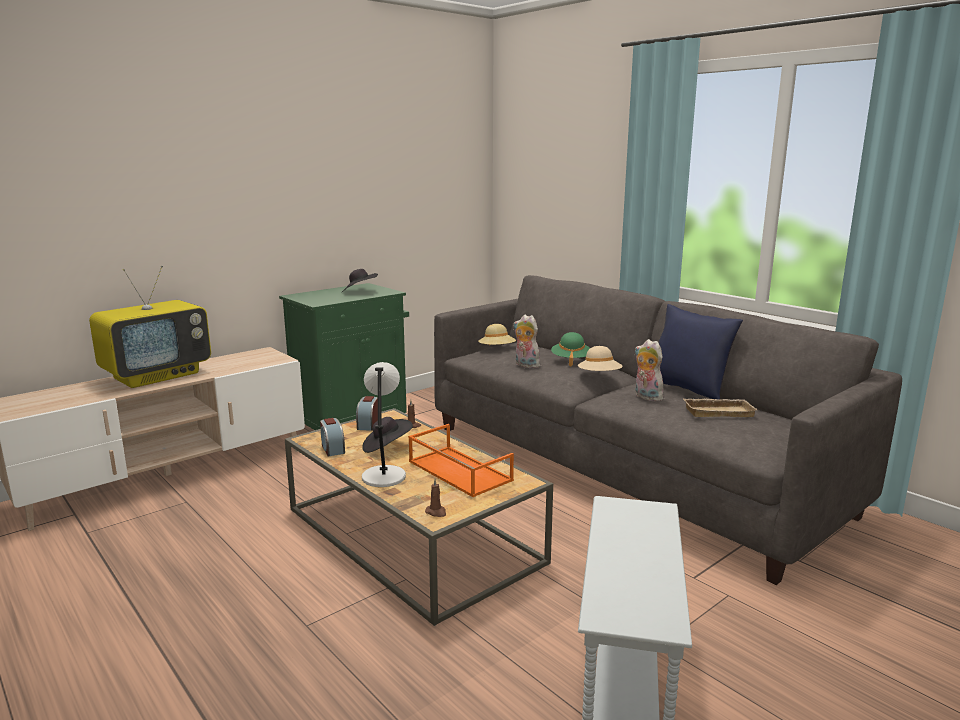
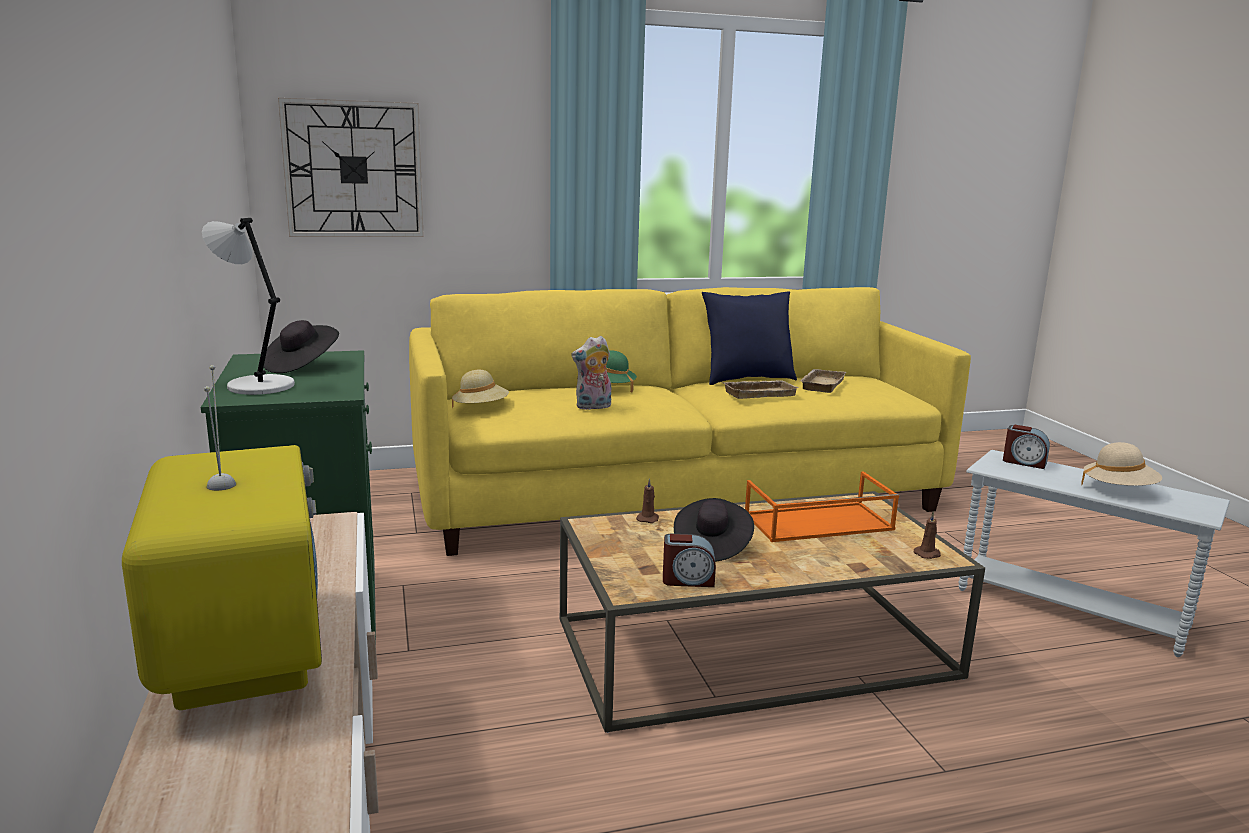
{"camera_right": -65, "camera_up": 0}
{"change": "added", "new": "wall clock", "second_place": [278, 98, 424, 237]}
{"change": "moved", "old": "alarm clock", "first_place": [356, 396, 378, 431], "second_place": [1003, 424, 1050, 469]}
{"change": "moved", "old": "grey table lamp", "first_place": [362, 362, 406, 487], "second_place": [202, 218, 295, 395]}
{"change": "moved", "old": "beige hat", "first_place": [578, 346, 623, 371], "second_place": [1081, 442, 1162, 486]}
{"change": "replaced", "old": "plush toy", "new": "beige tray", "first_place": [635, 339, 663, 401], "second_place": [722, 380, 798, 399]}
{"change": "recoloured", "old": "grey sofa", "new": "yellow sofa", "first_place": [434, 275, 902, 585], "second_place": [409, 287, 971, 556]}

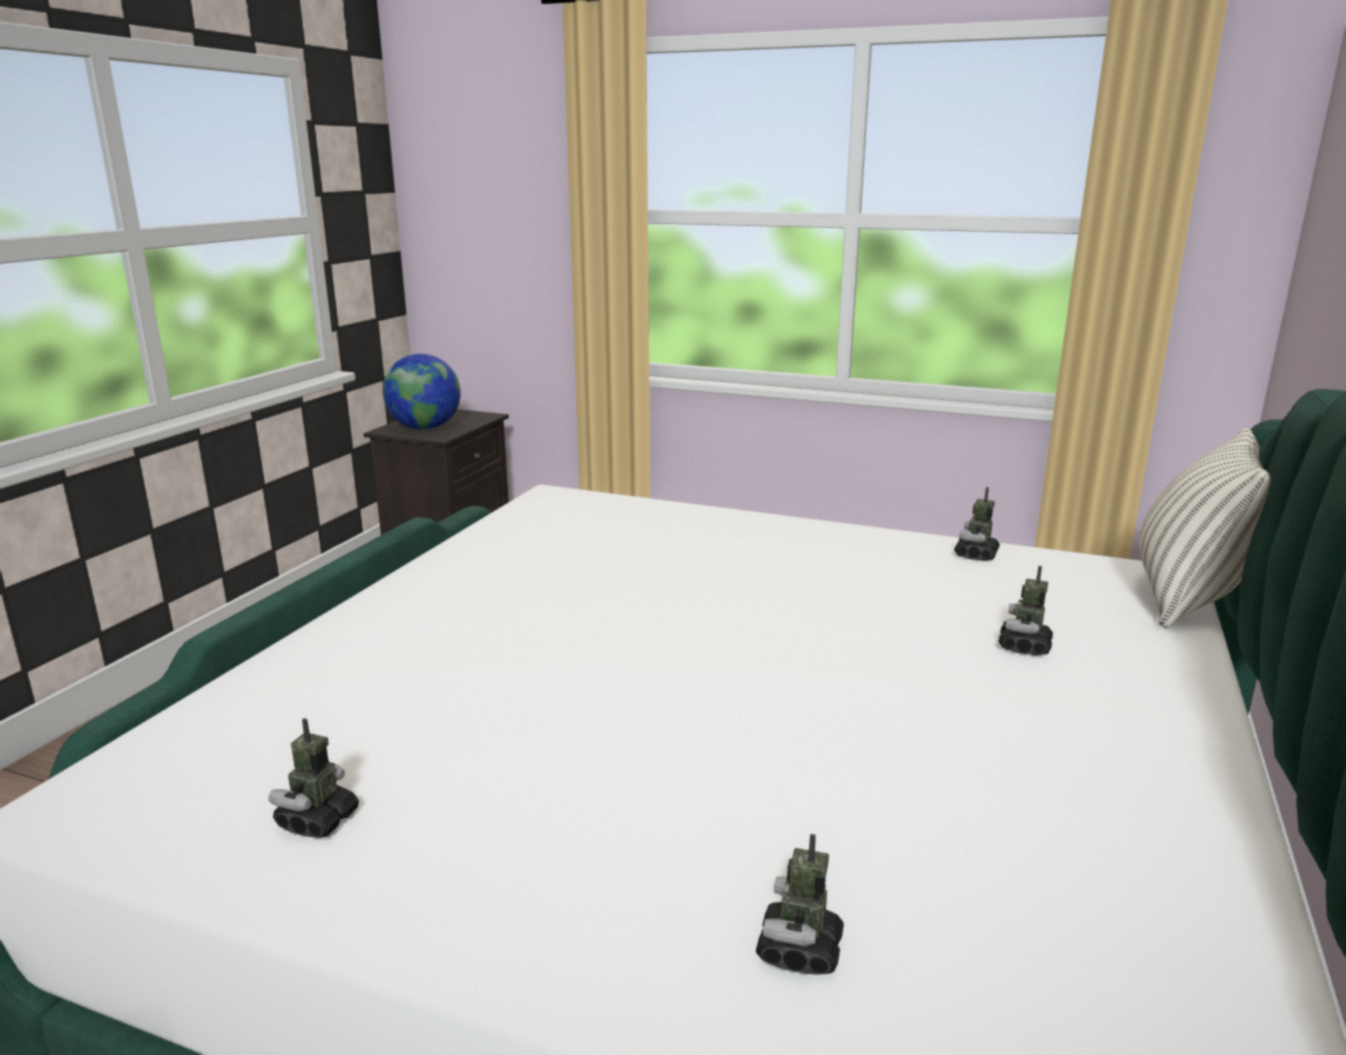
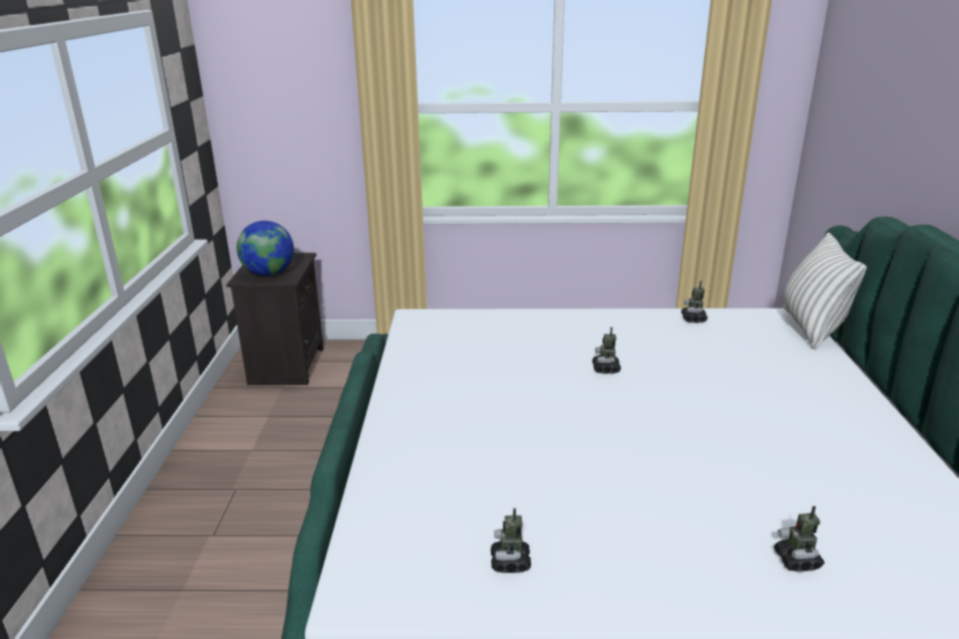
{"camera_right": -20, "camera_up": 5}
{"change": "moved", "old": "toy robot", "first_place": [998, 566, 1053, 655], "second_place": [592, 327, 621, 374]}

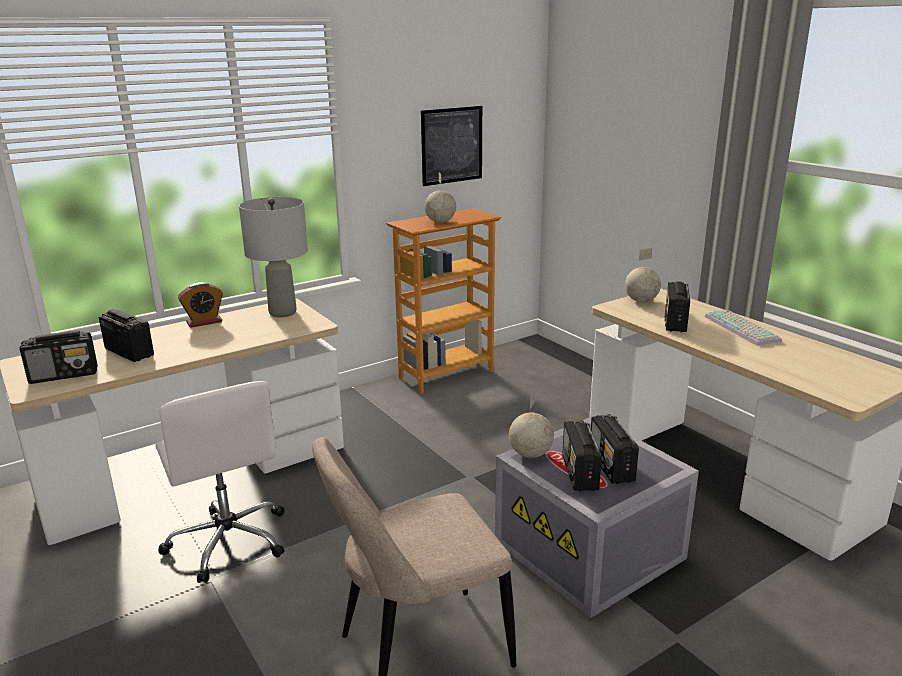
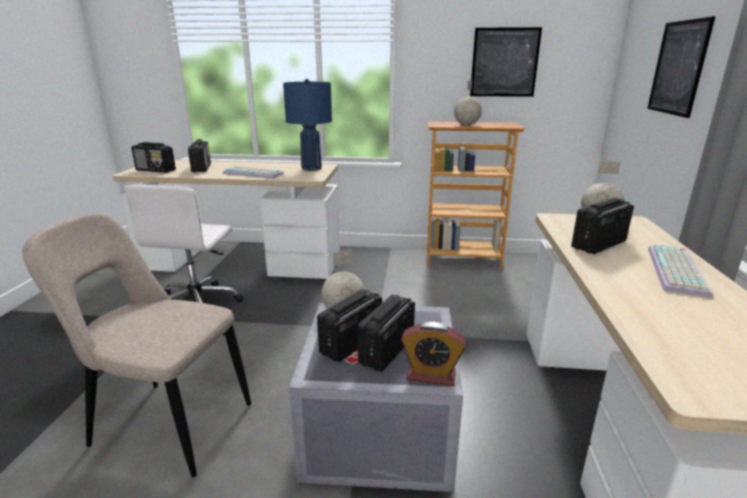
{"camera_right": 40, "camera_up": 0}
{"change": "added", "new": "keyboard", "second_place": [223, 166, 284, 179]}
{"change": "added", "new": "picture", "second_place": [647, 16, 715, 118]}
{"change": "moved", "old": "alarm clock", "first_place": [178, 282, 223, 328], "second_place": [401, 322, 466, 386]}
{"change": "recoloured", "old": "grey table lamp", "new": "blue table lamp", "first_place": [239, 197, 308, 317], "second_place": [283, 79, 332, 171]}

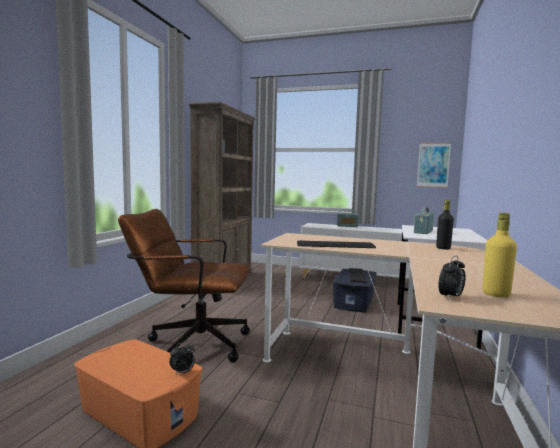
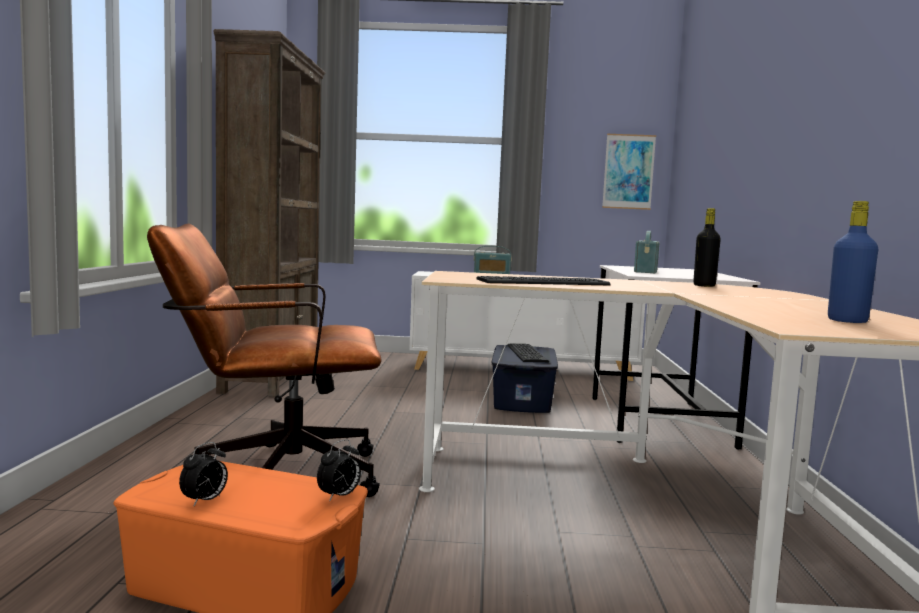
{"camera_right": -15, "camera_up": 0}
{"change": "moved", "old": "alarm clock", "first_place": [438, 256, 465, 300], "second_place": [179, 442, 228, 507]}
{"change": "recoloured", "old": "yellow bottle", "new": "blue bottle", "first_place": [482, 213, 517, 298], "second_place": [828, 201, 878, 323]}

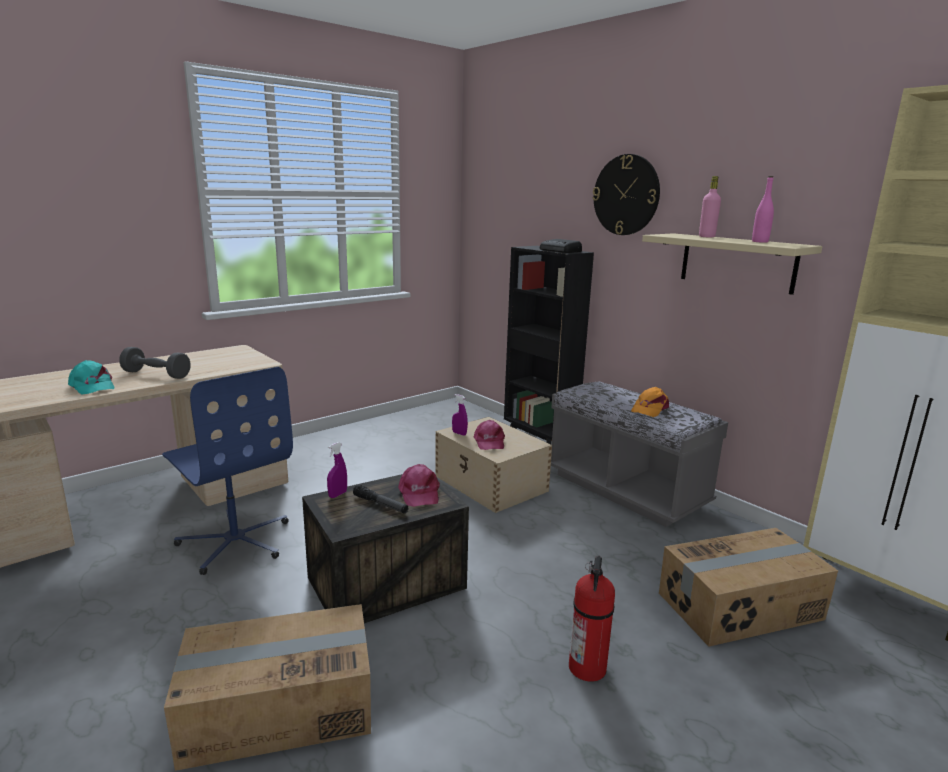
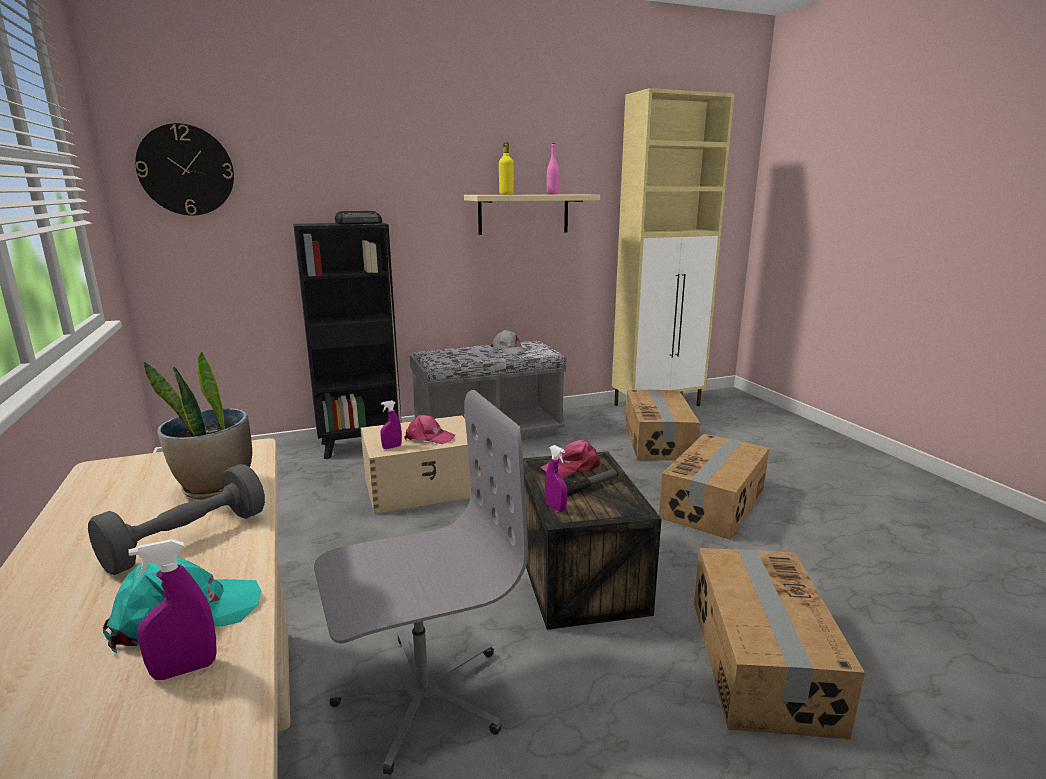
{"camera_right": -70, "camera_up": 0}
{"change": "added", "new": "purple spray bottle", "second_place": [128, 539, 216, 680]}
{"change": "added", "new": "potted plant", "second_place": [143, 351, 252, 500]}
{"change": "moved", "old": "wall clock", "first_place": [592, 154, 660, 235], "second_place": [135, 123, 234, 215]}
{"change": "replaced", "old": "fire extinguisher", "new": "cardboard box", "first_place": [569, 556, 615, 682], "second_place": [659, 434, 769, 540]}
{"change": "recoloured", "old": "blue office chair", "new": "grey office chair", "first_place": [162, 367, 293, 575], "second_place": [314, 390, 528, 775]}
{"change": "recoloured", "old": "orange cap", "new": "grey cap", "first_place": [631, 387, 669, 417], "second_place": [491, 330, 526, 355]}
{"change": "recoloured", "old": "pink bottle", "new": "yellow bottle", "first_place": [699, 176, 721, 237], "second_place": [499, 142, 514, 195]}
{"change": "turned", "old": "pink cap", "first_place": [398, 464, 440, 507], "second_place": [541, 440, 600, 478], "degrees": 150}

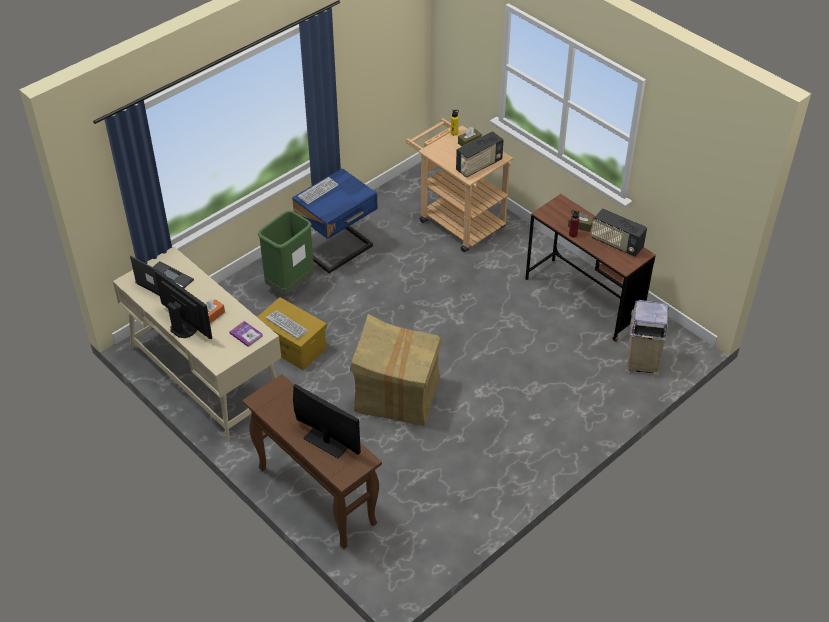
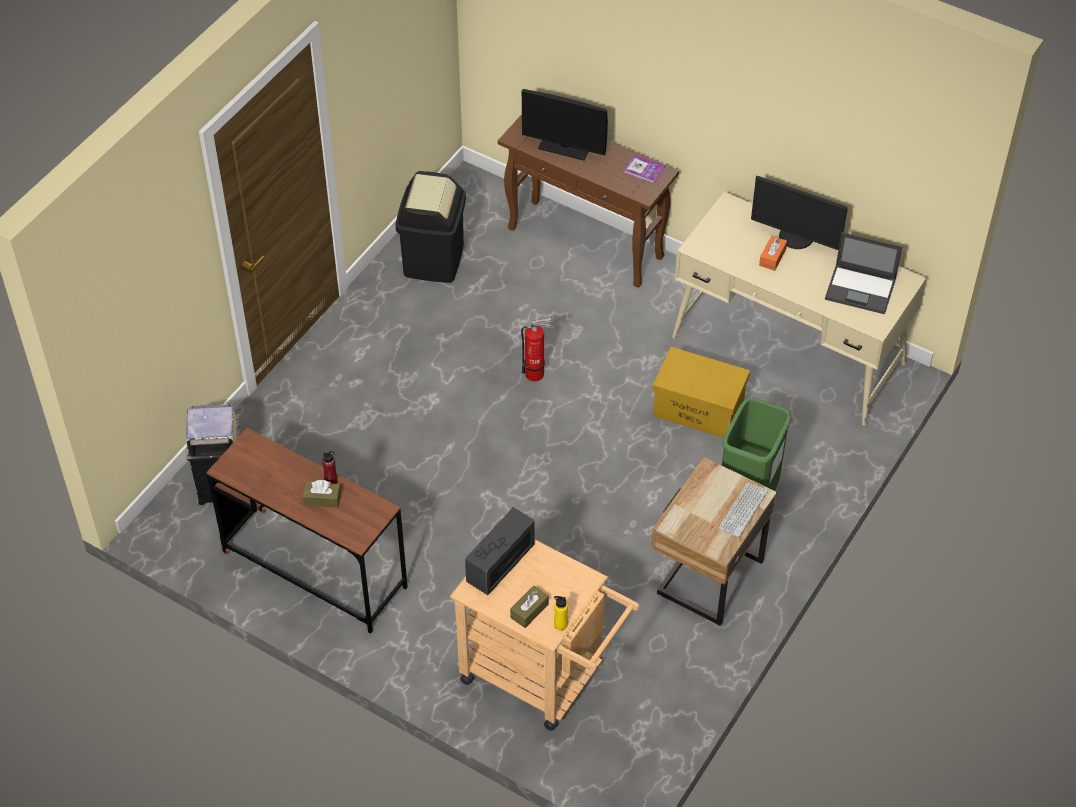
{"camera_right": 165, "camera_up": 5}
{"change": "removed", "old": "keyboard", "first_place": [266, 310, 308, 339]}
{"change": "removed", "old": "radio", "first_place": [591, 208, 647, 257]}
{"change": "added", "new": "black trash can", "second_place": [395, 171, 466, 283]}
{"change": "moved", "old": "book", "first_place": [229, 321, 263, 347], "second_place": [624, 155, 665, 183]}
{"change": "replaced", "old": "cardboard box", "new": "fire extinguisher", "first_place": [350, 314, 442, 426], "second_place": [521, 318, 553, 381]}
{"change": "recoloured", "old": "blue nightstand", "new": "beige nightstand", "first_place": [292, 168, 377, 274], "second_place": [651, 457, 777, 626]}

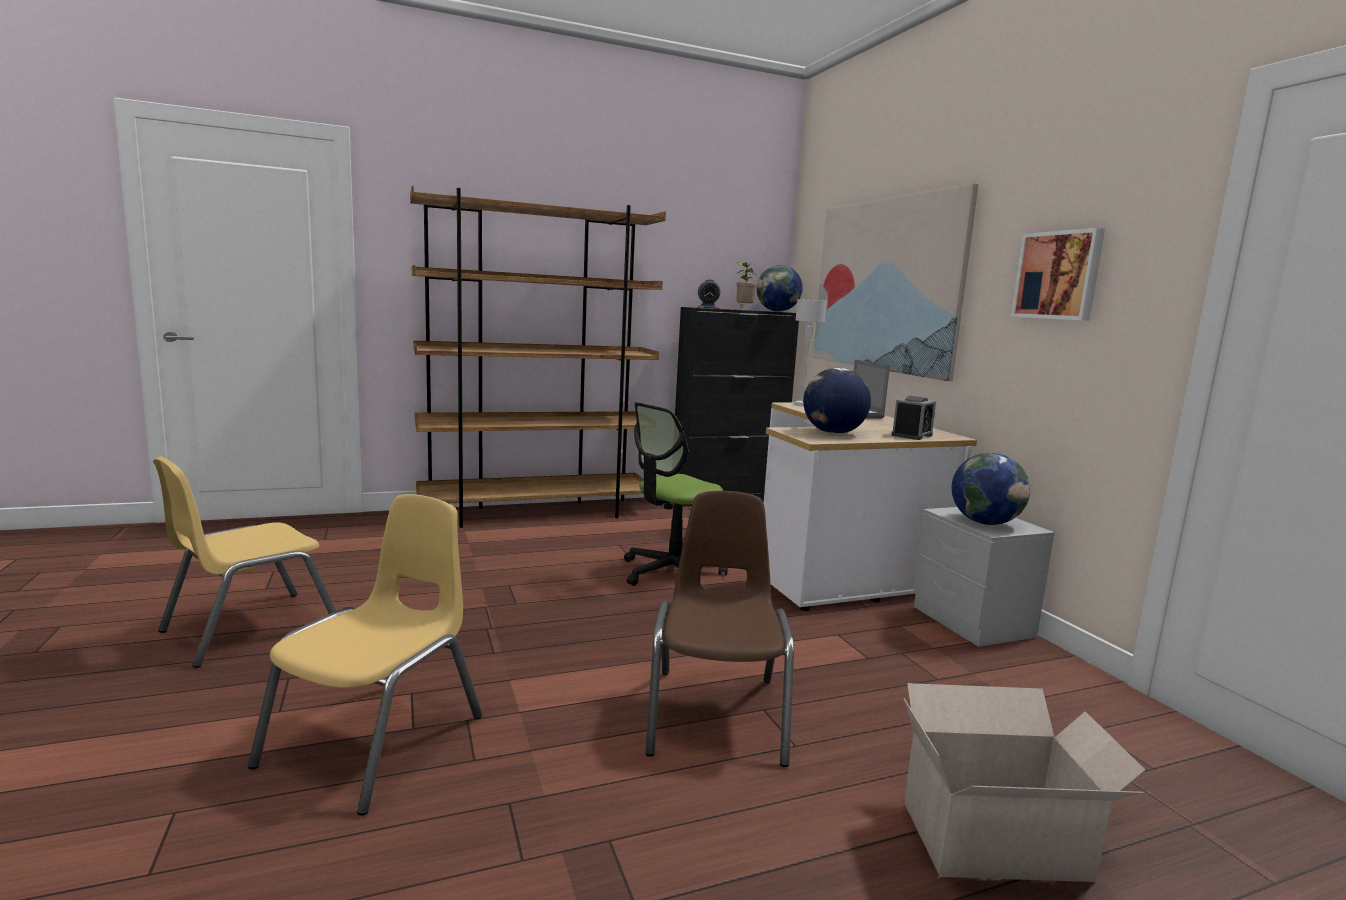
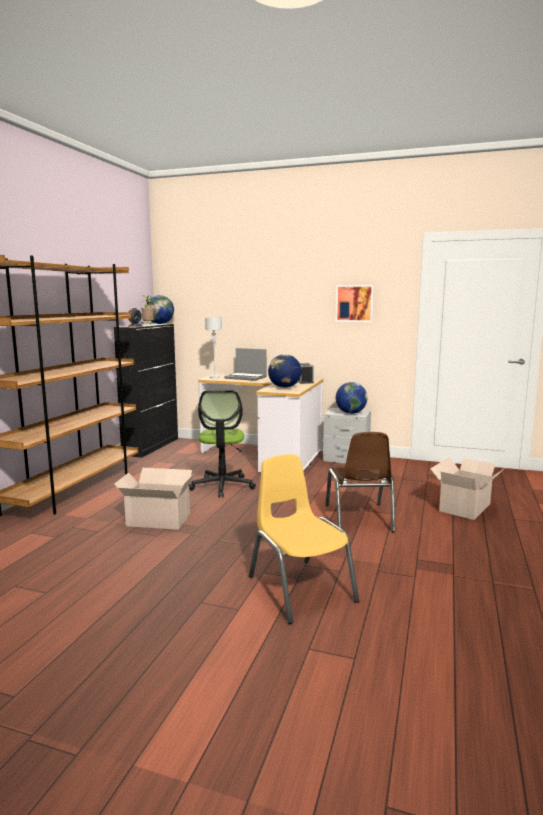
{"camera_right": -50, "camera_up": 0}
{"change": "removed", "old": "yellow chair", "first_place": [153, 457, 336, 668]}
{"change": "removed", "old": "picture", "first_place": [813, 183, 979, 381]}
{"change": "added", "new": "cardboard box", "second_place": [114, 468, 194, 530]}
{"change": "turned", "old": "brown chair", "first_place": [645, 491, 794, 767], "second_place": [325, 432, 396, 532], "degrees": -135}

